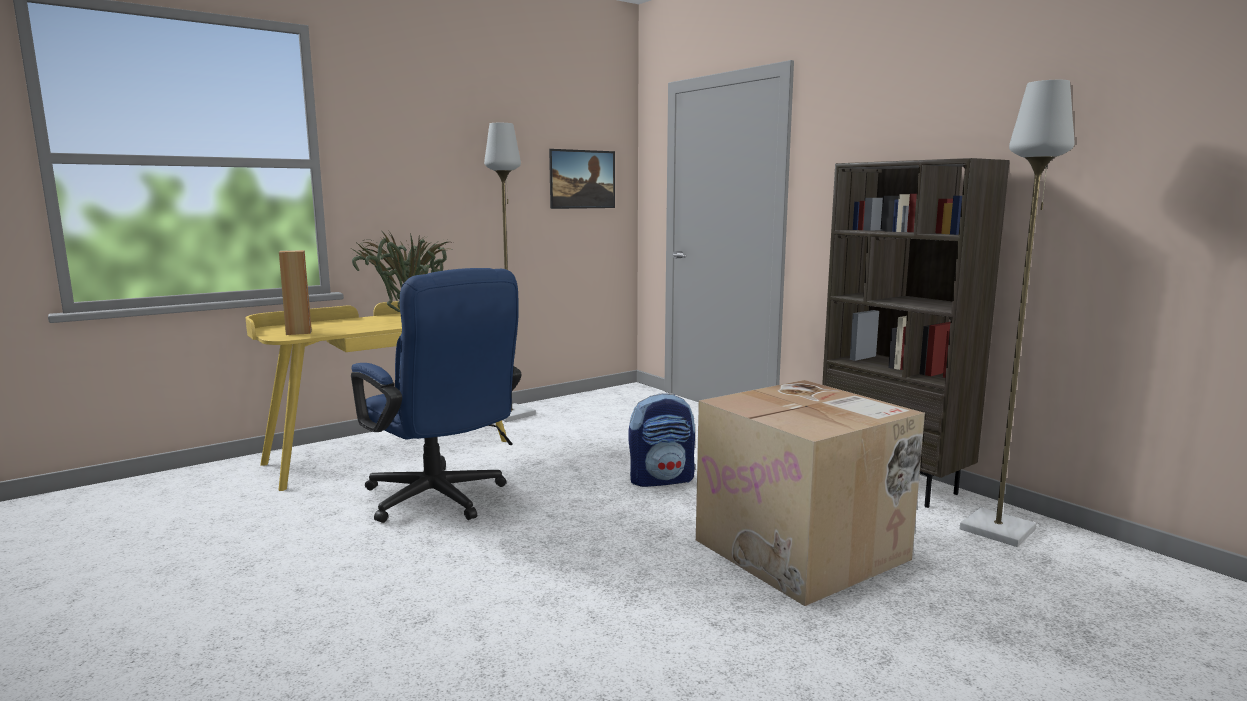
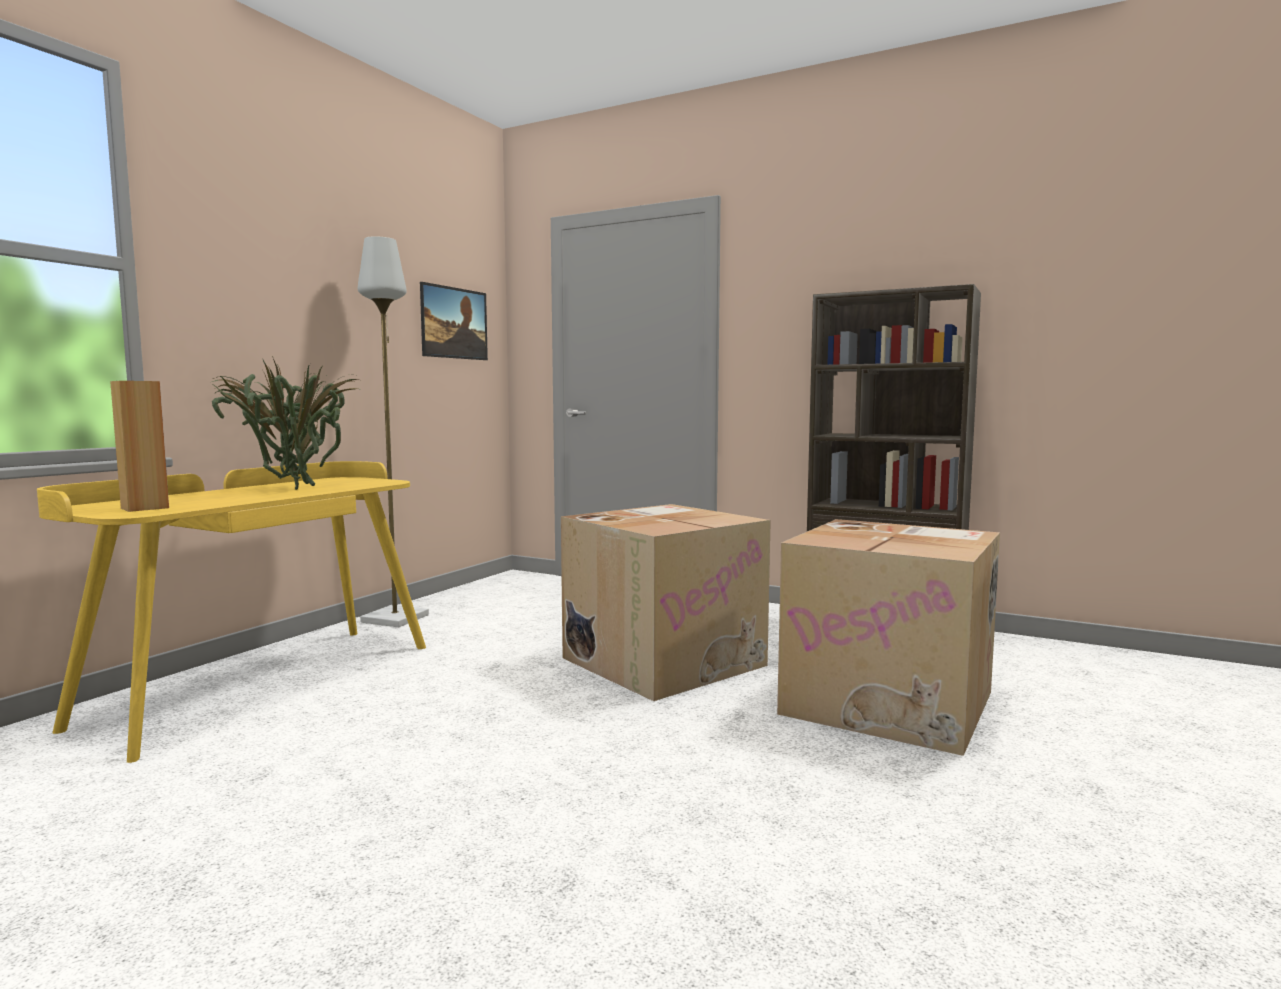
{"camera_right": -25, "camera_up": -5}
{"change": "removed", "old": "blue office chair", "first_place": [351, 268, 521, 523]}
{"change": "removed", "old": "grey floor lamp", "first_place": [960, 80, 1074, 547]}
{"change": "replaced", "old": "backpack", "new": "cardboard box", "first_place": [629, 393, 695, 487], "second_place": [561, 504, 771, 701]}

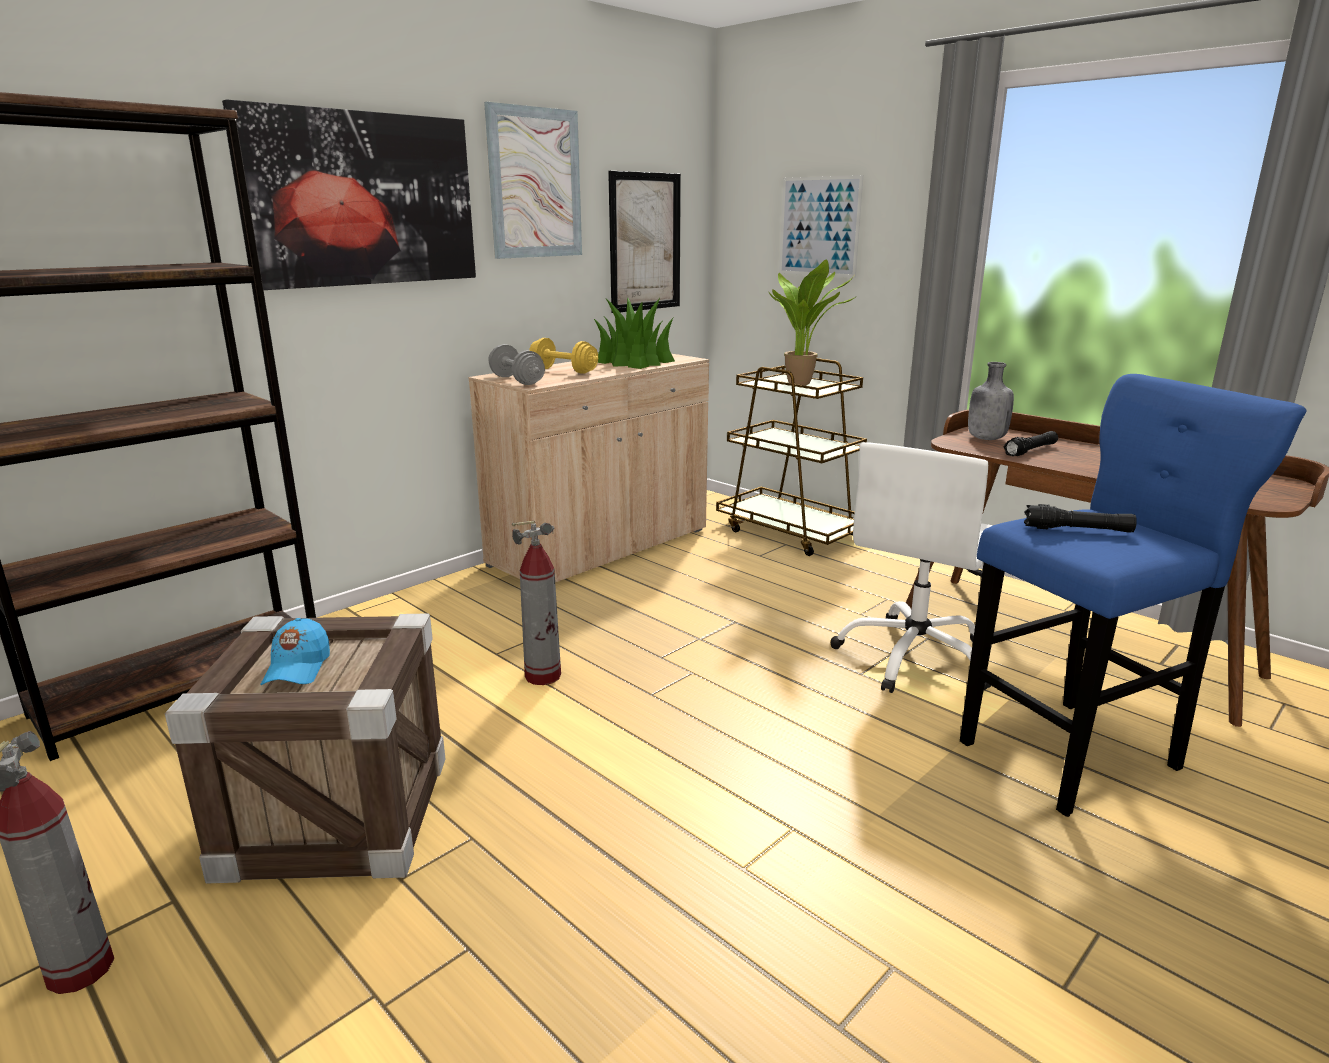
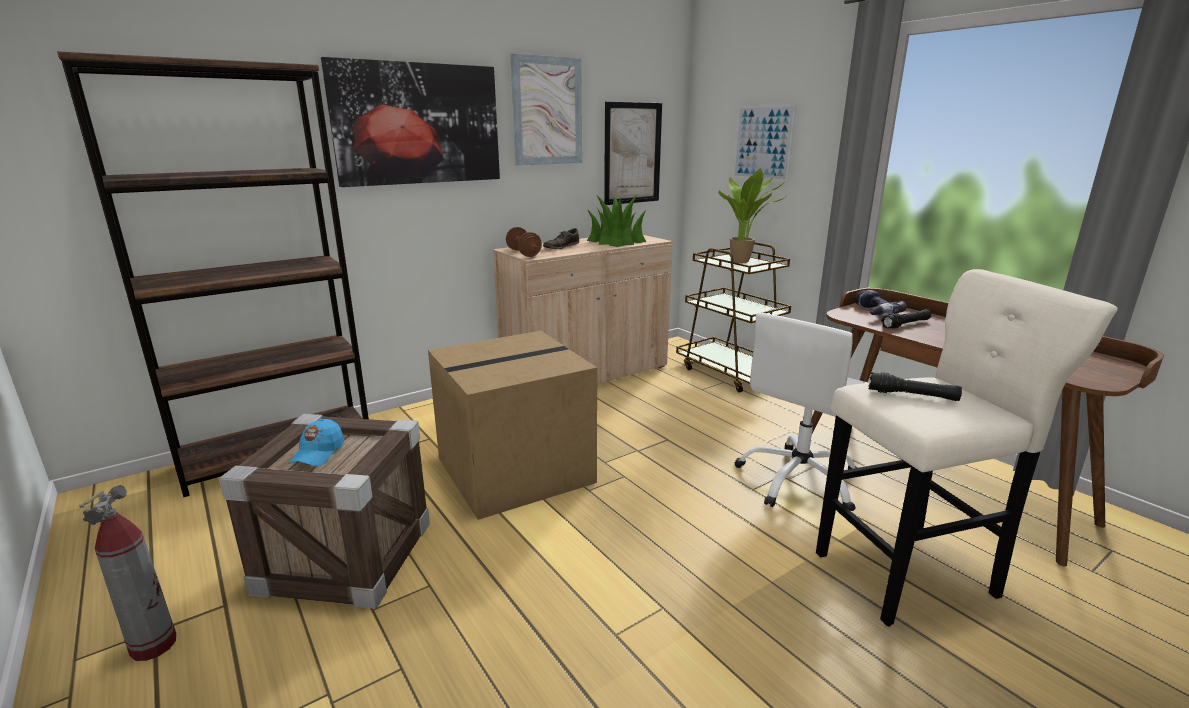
{"camera_right": 10, "camera_up": 0}
{"change": "replaced", "old": "fire extinguisher", "new": "cardboard box", "first_place": [512, 521, 561, 685], "second_place": [428, 331, 597, 520]}
{"change": "replaced", "old": "yellow dumbbell", "new": "brown shoe", "first_place": [529, 338, 598, 374], "second_place": [543, 228, 579, 249]}
{"change": "replaced", "old": "grey bottle", "new": "power drill", "first_place": [968, 362, 1014, 440], "second_place": [855, 290, 907, 316]}
{"change": "recoloured", "old": "grey dumbbell", "new": "brown dumbbell", "first_place": [488, 344, 545, 385], "second_place": [506, 227, 542, 257]}
{"change": "recoloured", "old": "blue stool", "new": "beige stool", "first_place": [960, 374, 1306, 817], "second_place": [816, 269, 1118, 627]}

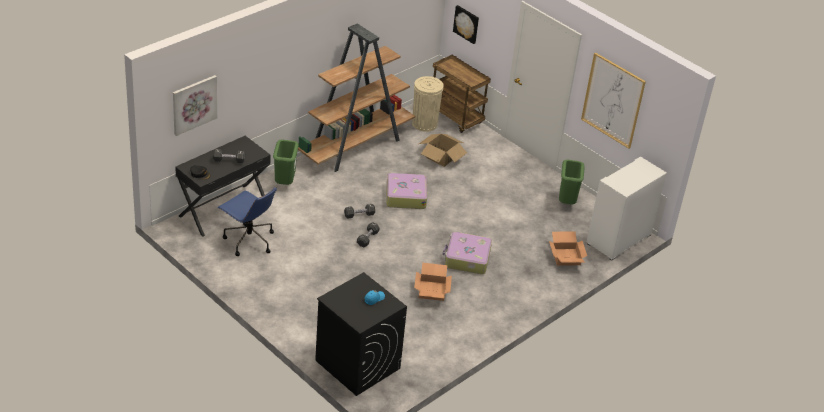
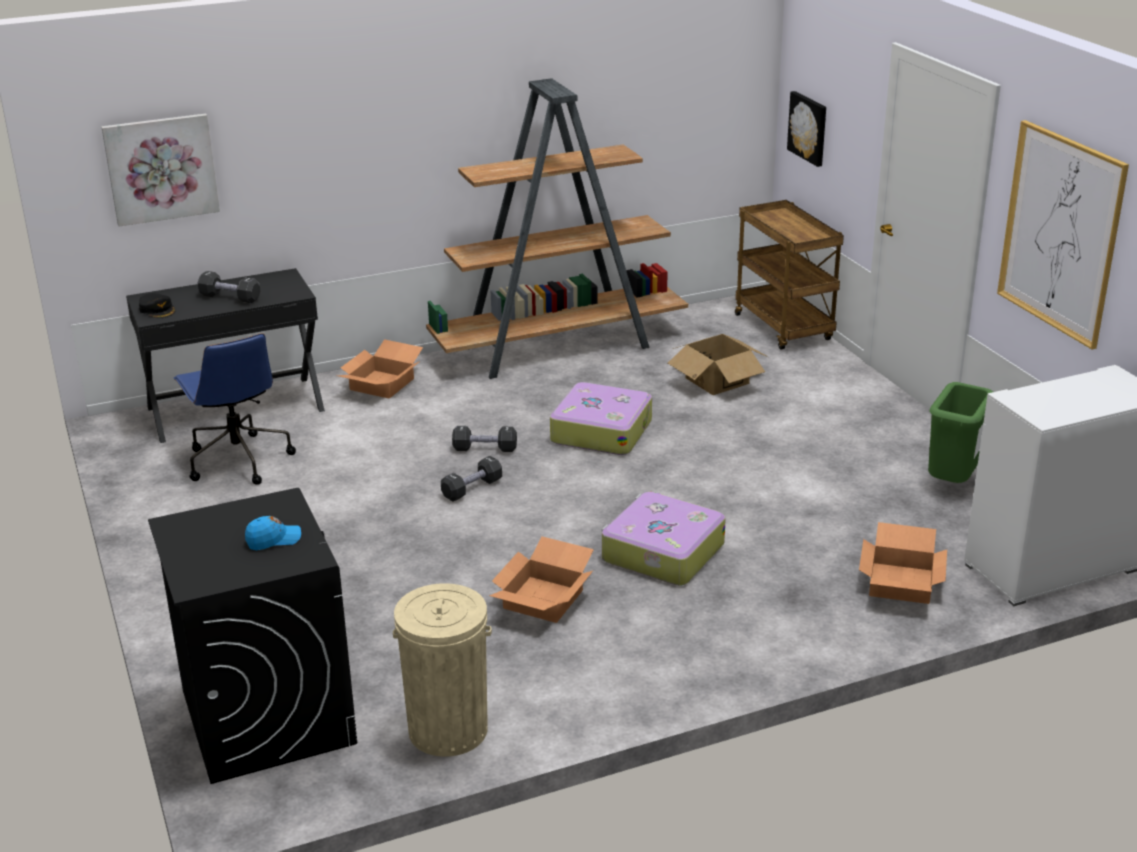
{"camera_right": 25, "camera_up": -10}
{"change": "moved", "old": "beige trash can", "first_place": [412, 76, 444, 132], "second_place": [393, 583, 492, 757]}
{"change": "replaced", "old": "green trash can", "new": "cardboard box", "first_place": [273, 140, 299, 185], "second_place": [337, 339, 423, 398]}

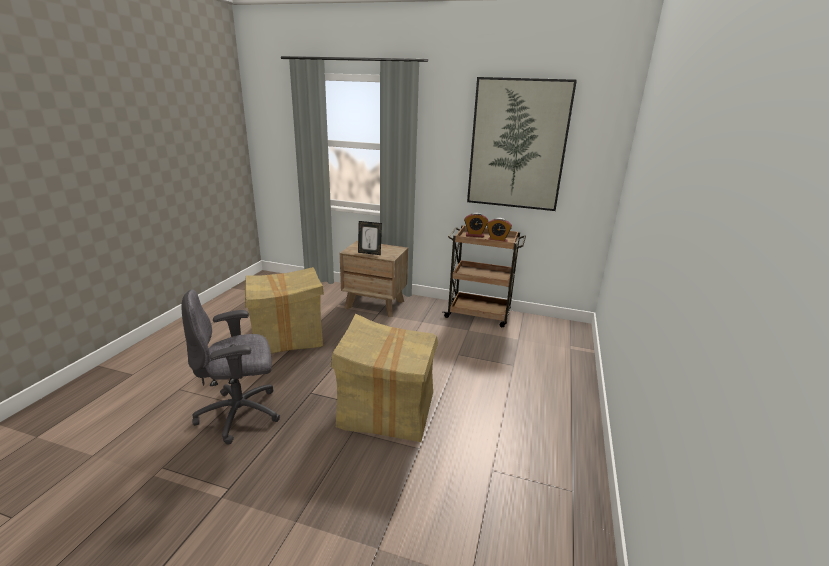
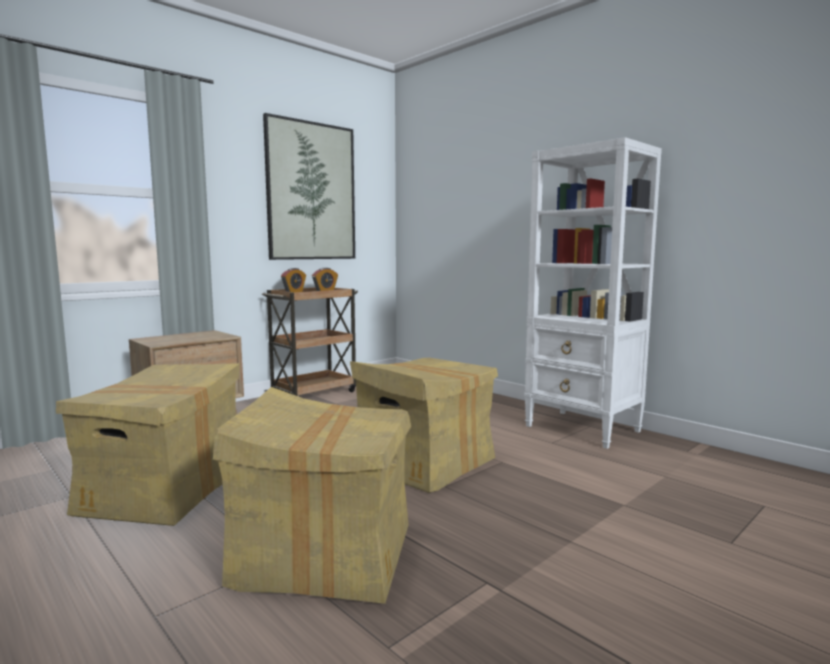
{"camera_right": -60, "camera_up": -15}
{"change": "removed", "old": "picture frame", "first_place": [358, 221, 382, 255]}
{"change": "added", "new": "white bookcase", "second_place": [524, 137, 662, 449]}
{"change": "replaced", "old": "grey office chair", "new": "cardboard box", "first_place": [181, 290, 280, 445], "second_place": [212, 387, 411, 604]}

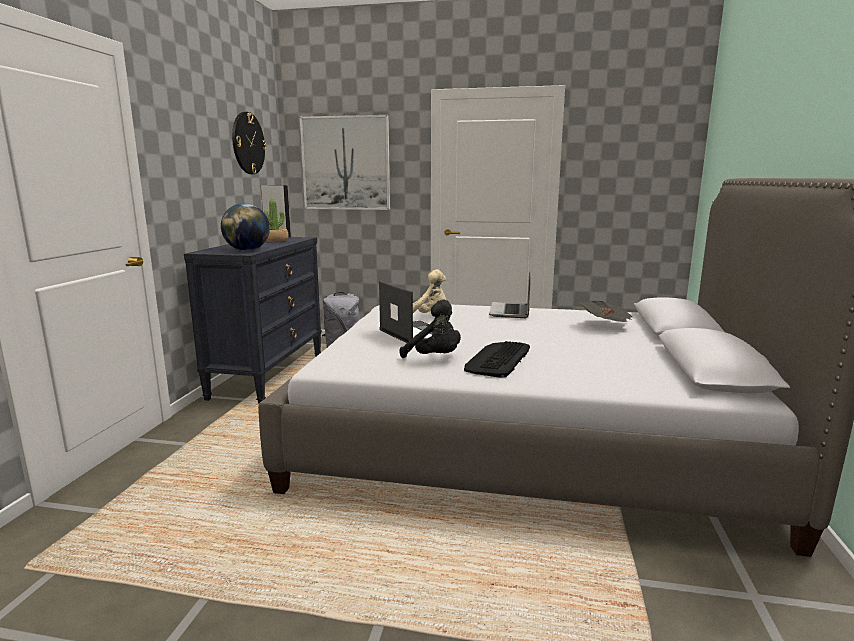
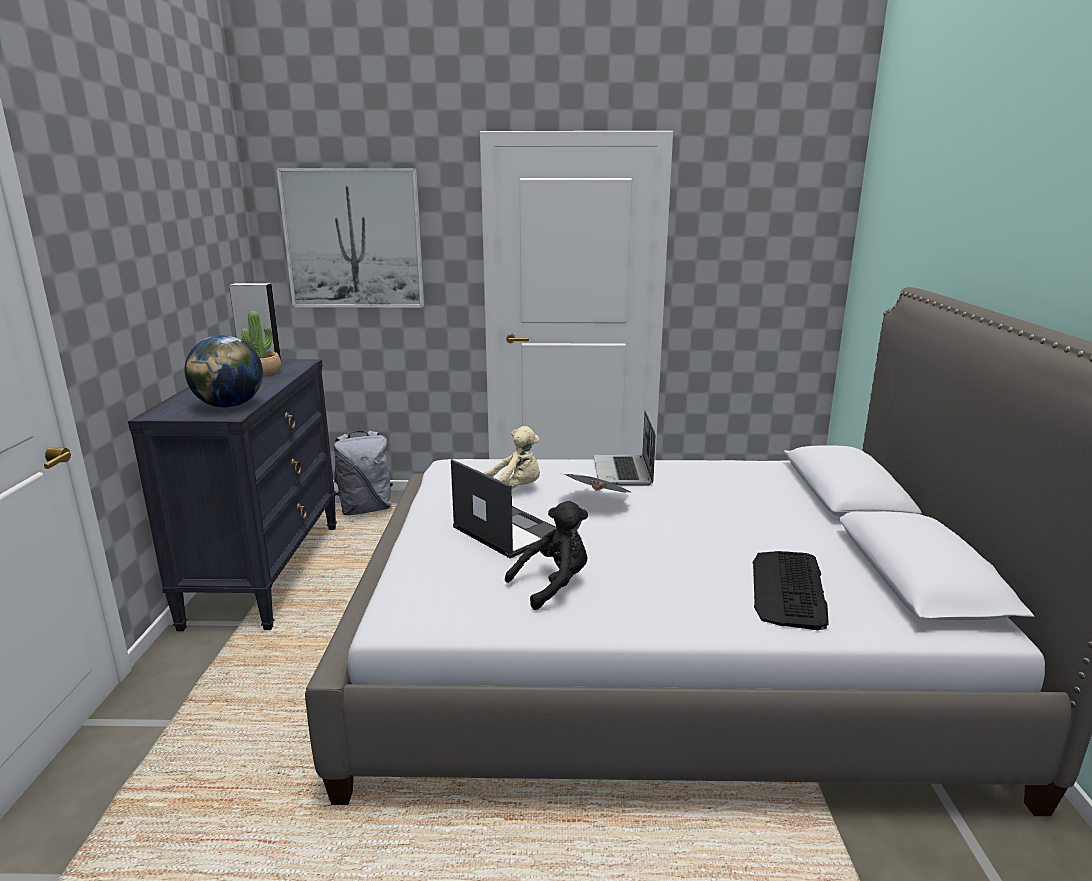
{"camera_right": -10, "camera_up": 5}
{"change": "removed", "old": "wall clock", "first_place": [232, 112, 267, 174]}
{"change": "moved", "old": "keyboard", "first_place": [464, 341, 530, 378], "second_place": [753, 551, 829, 630]}
{"change": "moved", "old": "newspaper", "first_place": [578, 301, 632, 322], "second_place": [560, 473, 632, 493]}
{"change": "turned", "old": "black plush toy", "first_place": [400, 300, 461, 358], "second_place": [505, 501, 588, 610], "degrees": -60}

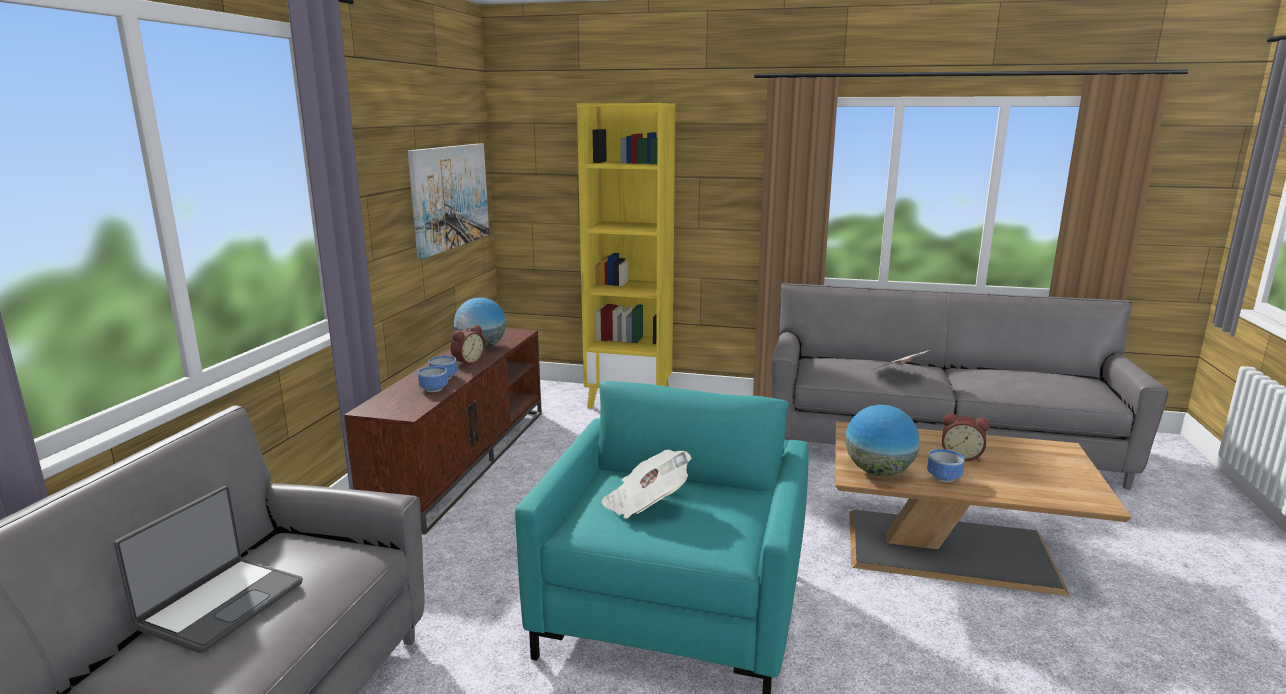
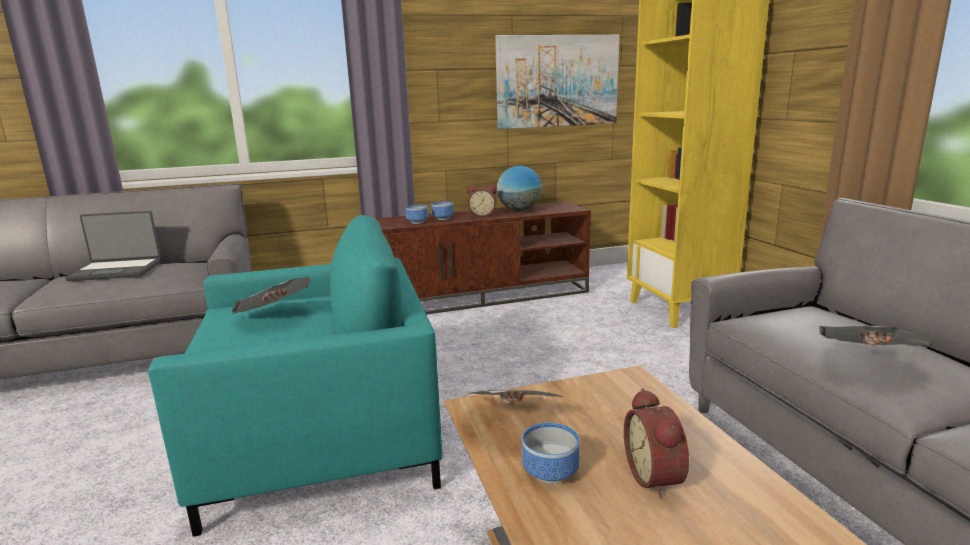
{"camera_right": 60, "camera_up": 0}
{"change": "replaced", "old": "globe", "new": "newspaper", "first_place": [845, 405, 920, 476], "second_place": [453, 389, 563, 404]}

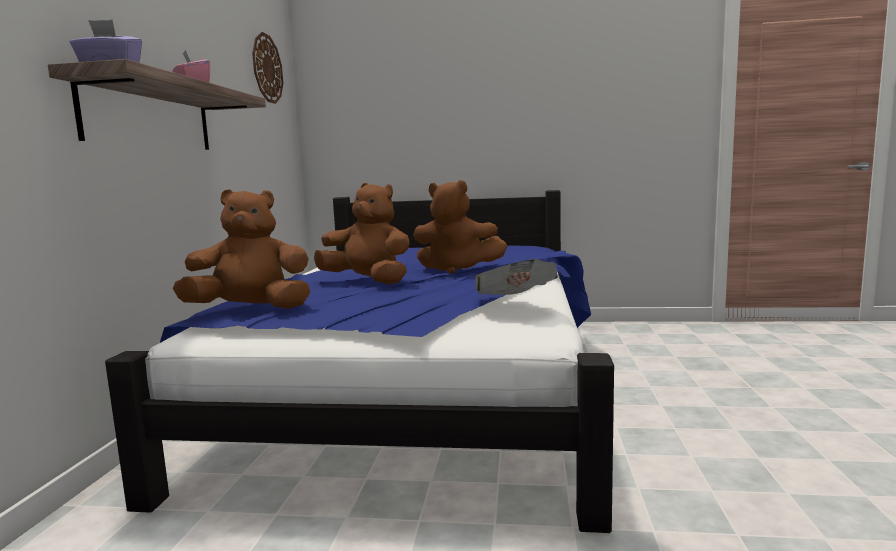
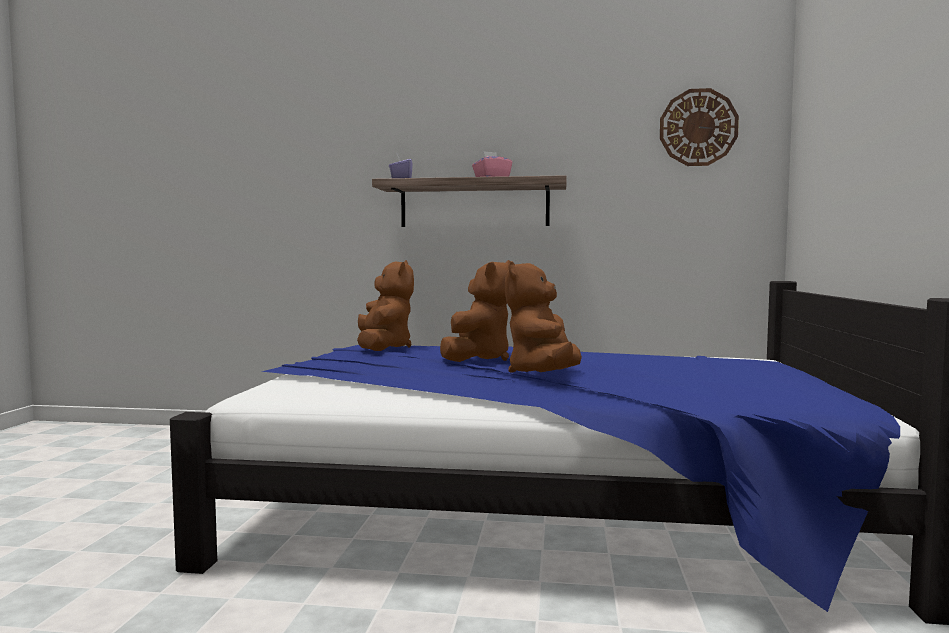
{"camera_right": 90, "camera_up": -5}
{"change": "removed", "old": "newspaper", "first_place": [475, 259, 558, 295]}

